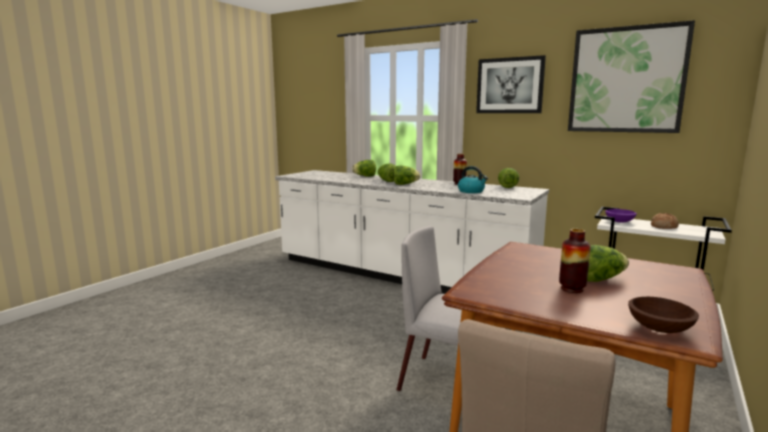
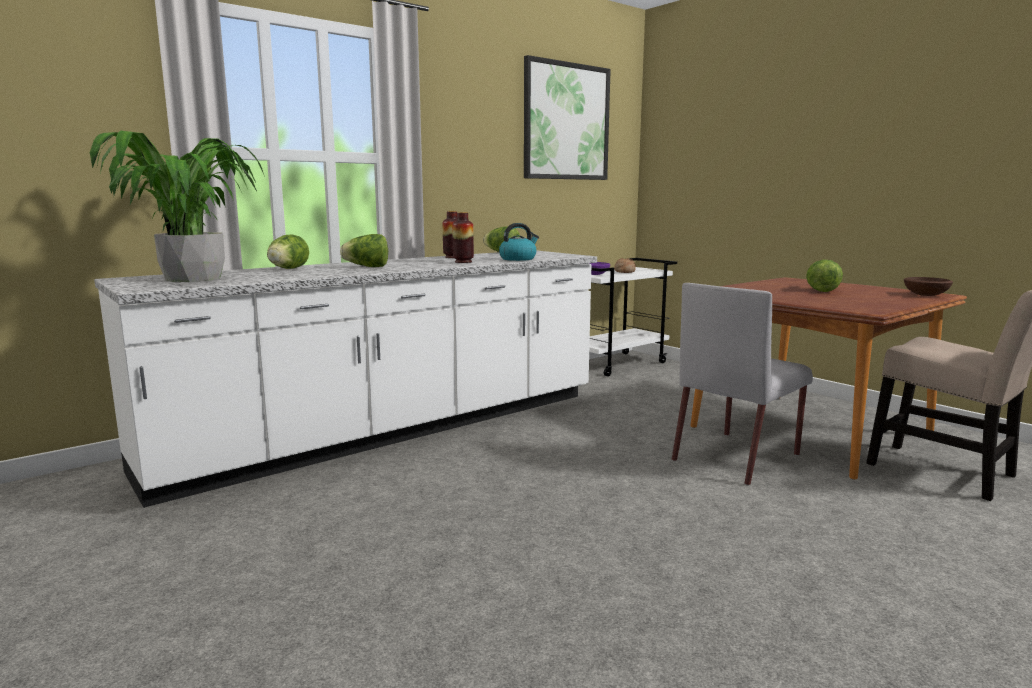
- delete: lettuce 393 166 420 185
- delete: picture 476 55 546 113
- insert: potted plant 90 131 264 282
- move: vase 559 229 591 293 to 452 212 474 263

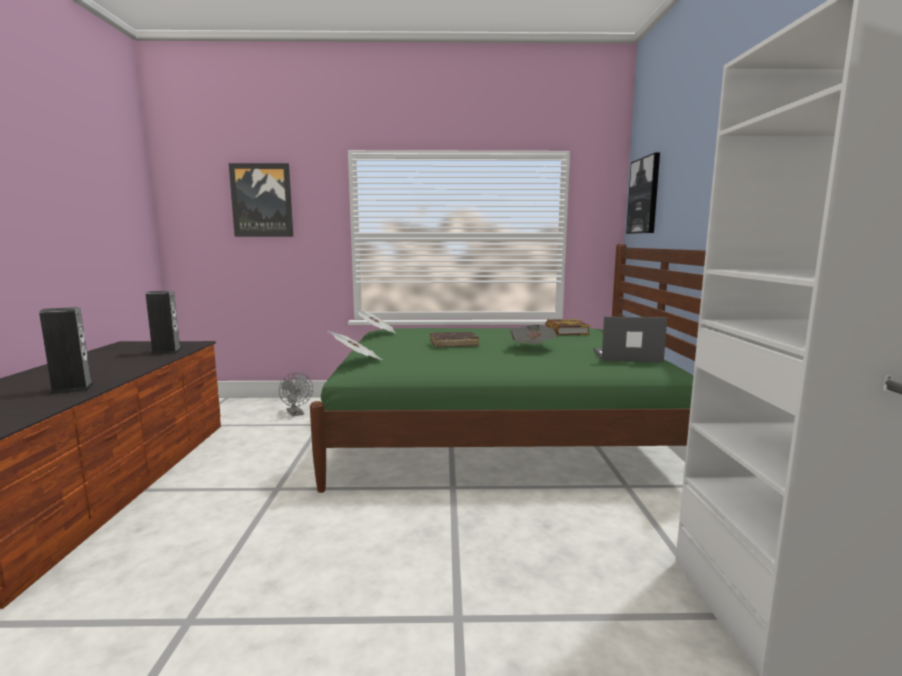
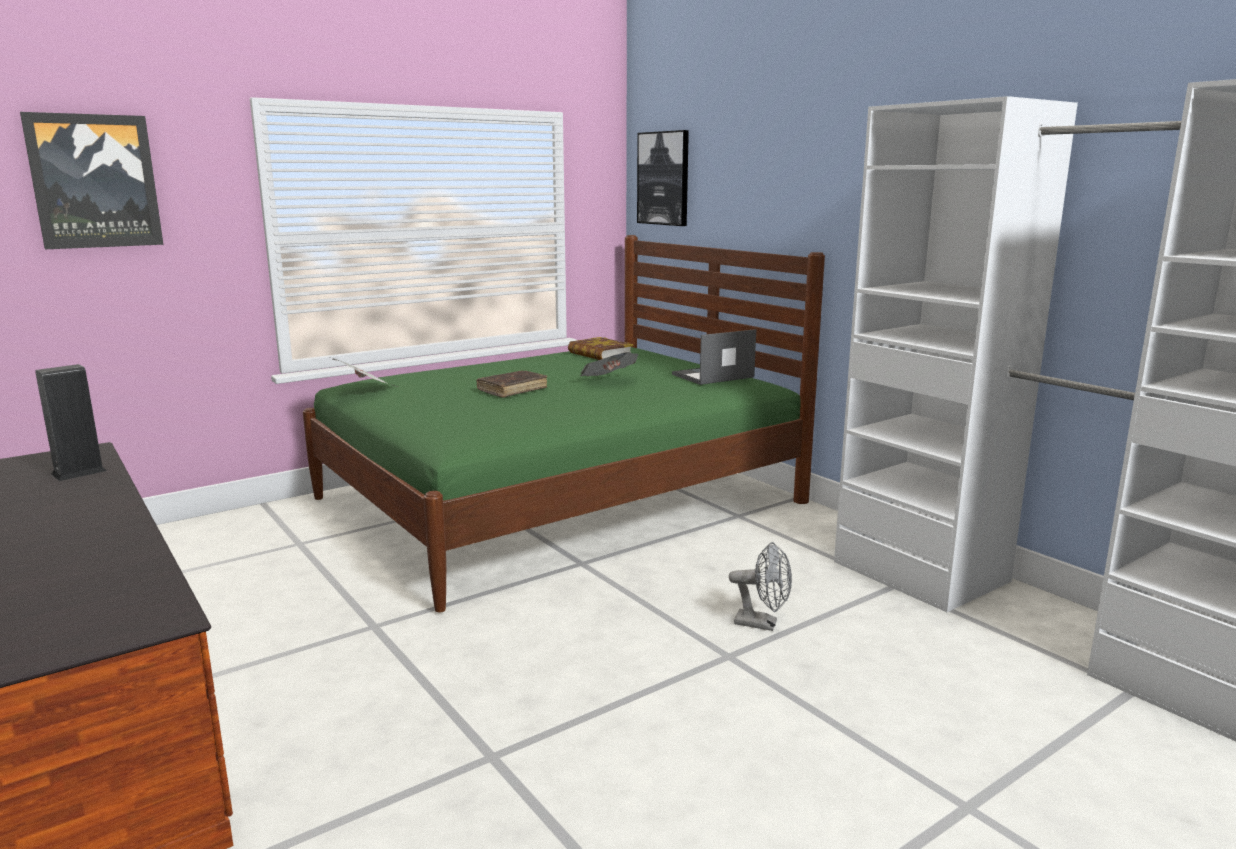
- delete: speaker 39 307 94 394
- delete: newspaper 327 331 383 360
- move: grey fan 279 372 313 416 to 729 542 792 631

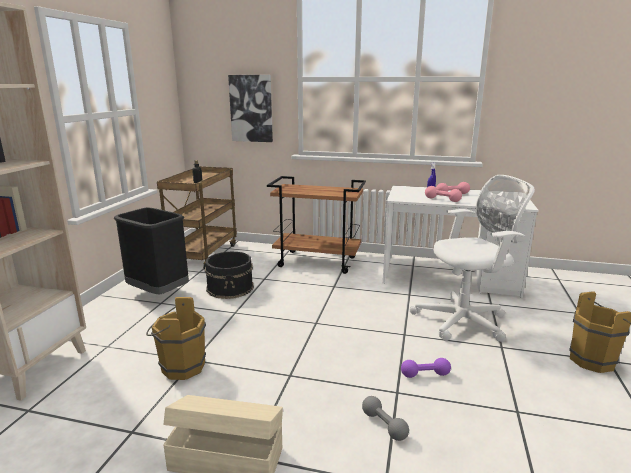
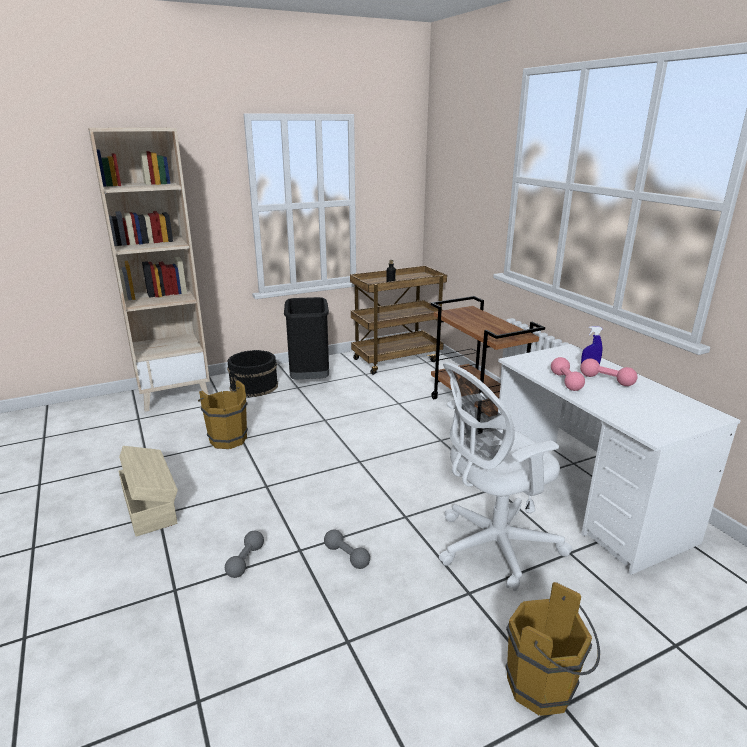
- delete: picture 228 75 273 142
- move: black bucket 205 251 254 299 to 227 350 278 397
- recolor: purple dumbbell 401 358 451 378 to grey dumbbell 324 530 370 569
- rotate: white office chair 410 175 535 342 = 439 362 572 592 120 degrees clockwise

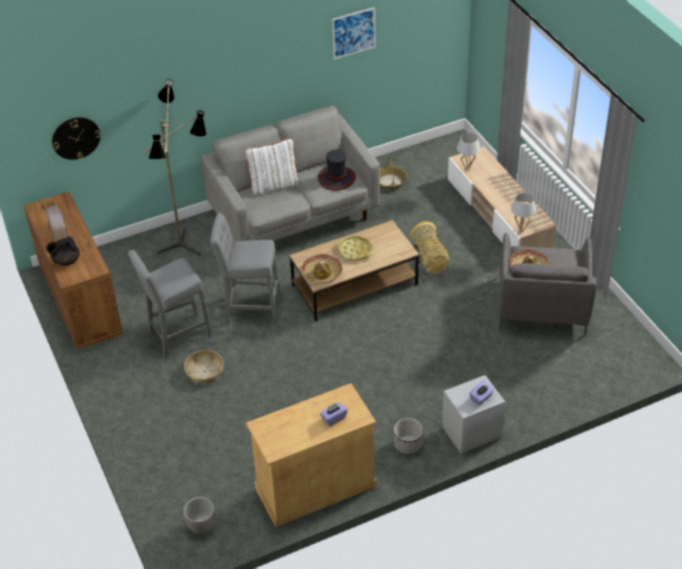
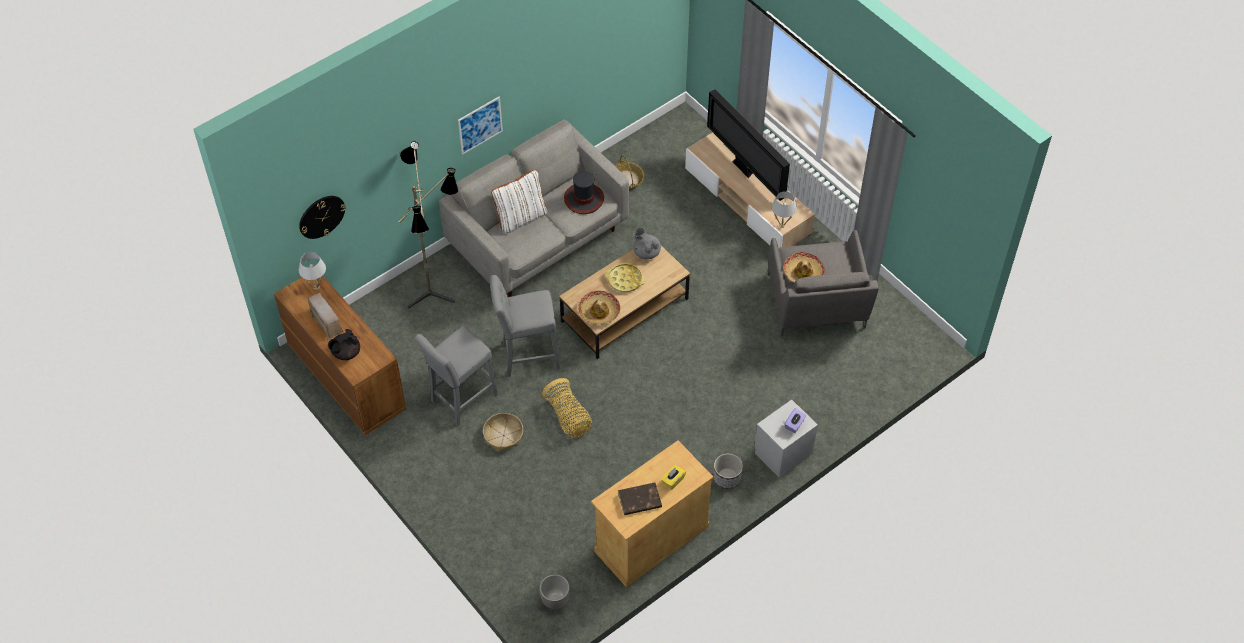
- insert: brown book 618 482 662 515
- insert: grey teapot 633 227 661 259
- insert: television 707 89 790 201
- move: picture 332 7 375 59 to 458 97 503 155
- move: basket 410 222 450 274 to 542 378 592 438
- move: white table lamp 457 133 480 171 to 299 252 326 290
- recolor: purple tissue box 320 402 348 426 to yellow tissue box 661 465 686 490

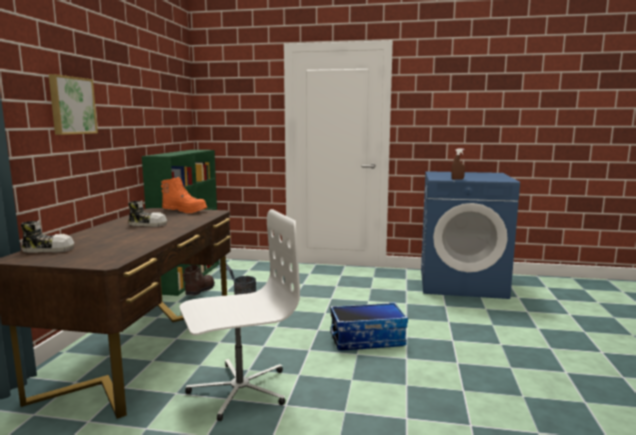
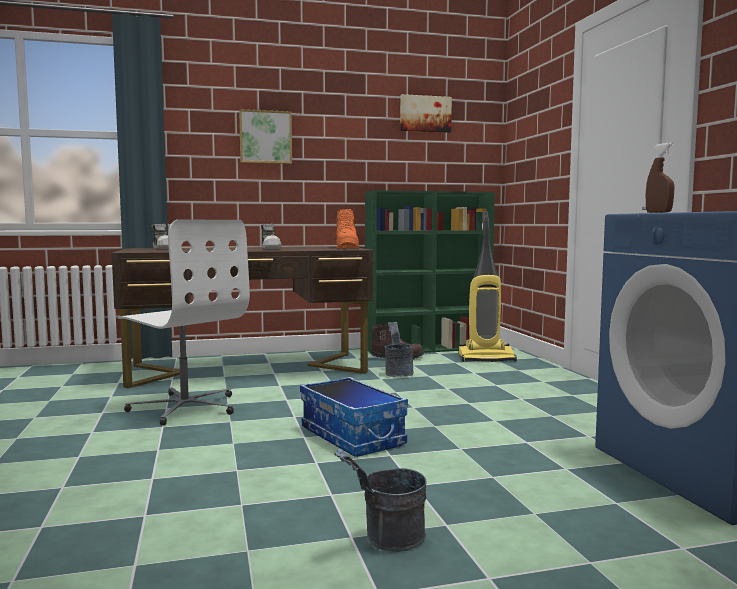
- insert: grey bucket 334 449 427 552
- insert: picture 400 94 452 133
- insert: vacuum cleaner 459 211 517 362

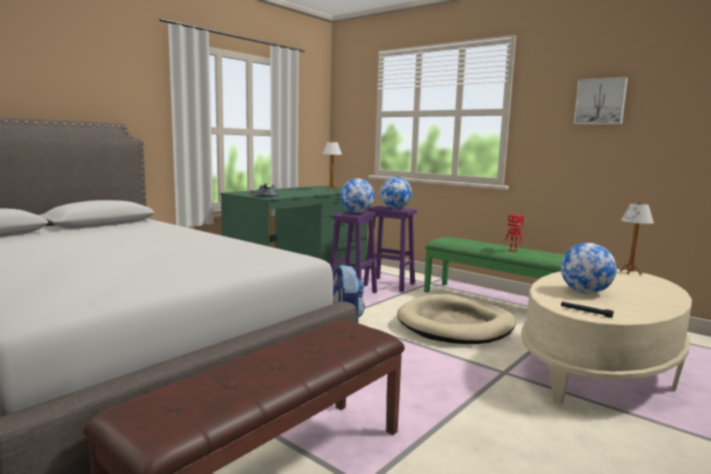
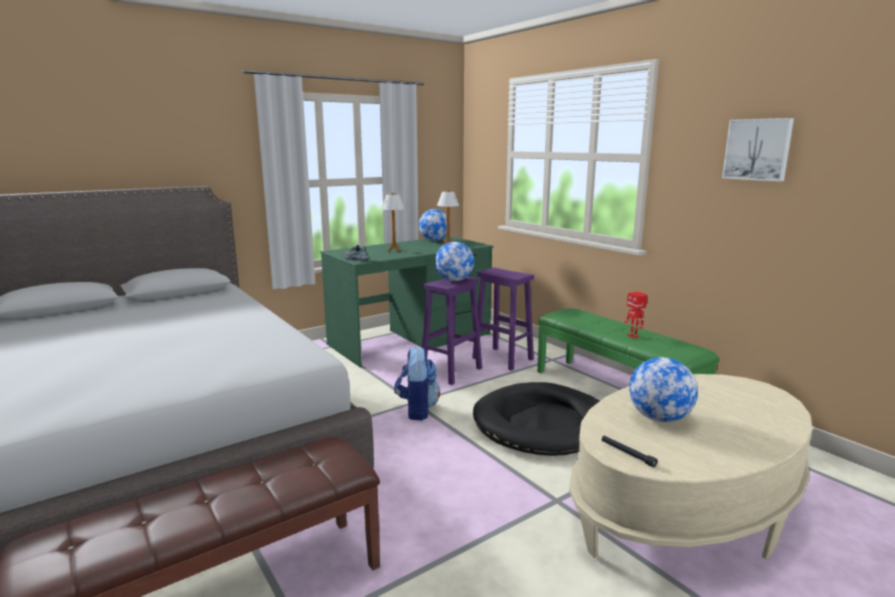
- move: globe 380 177 412 209 to 419 209 447 241
- move: table lamp 620 201 654 275 to 381 192 405 252
- recolor: beige dog bed 397 294 516 344 to black dog bed 473 382 599 456

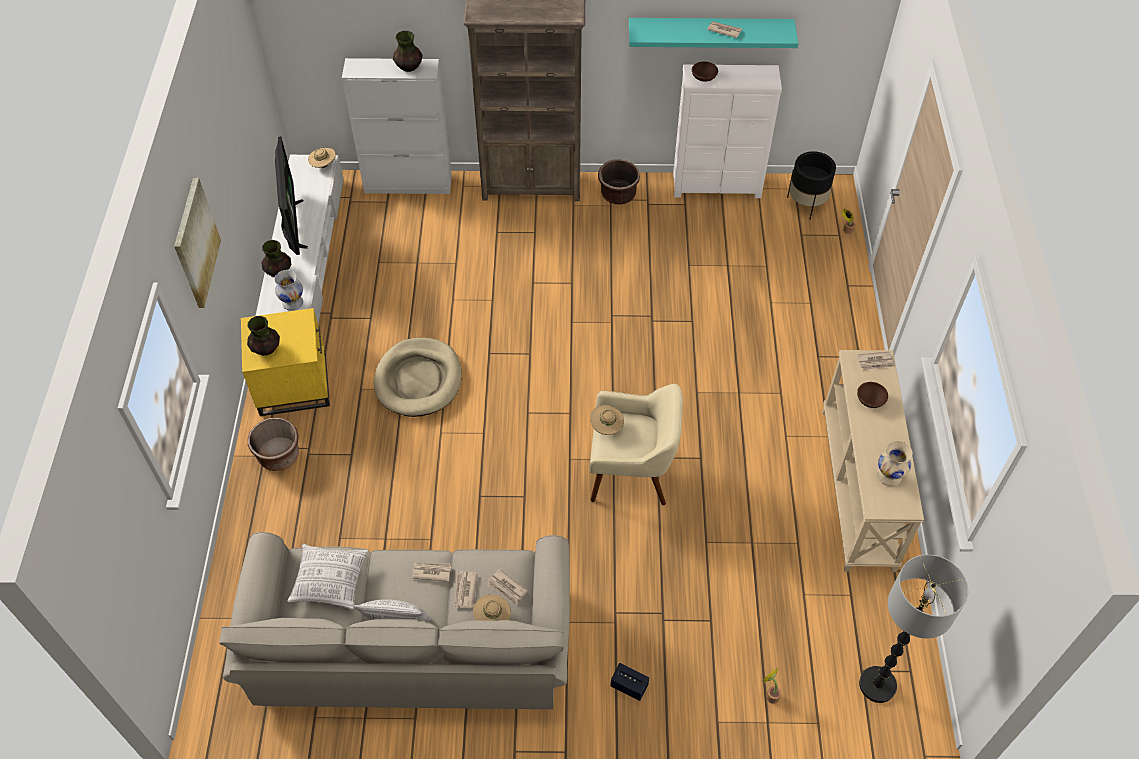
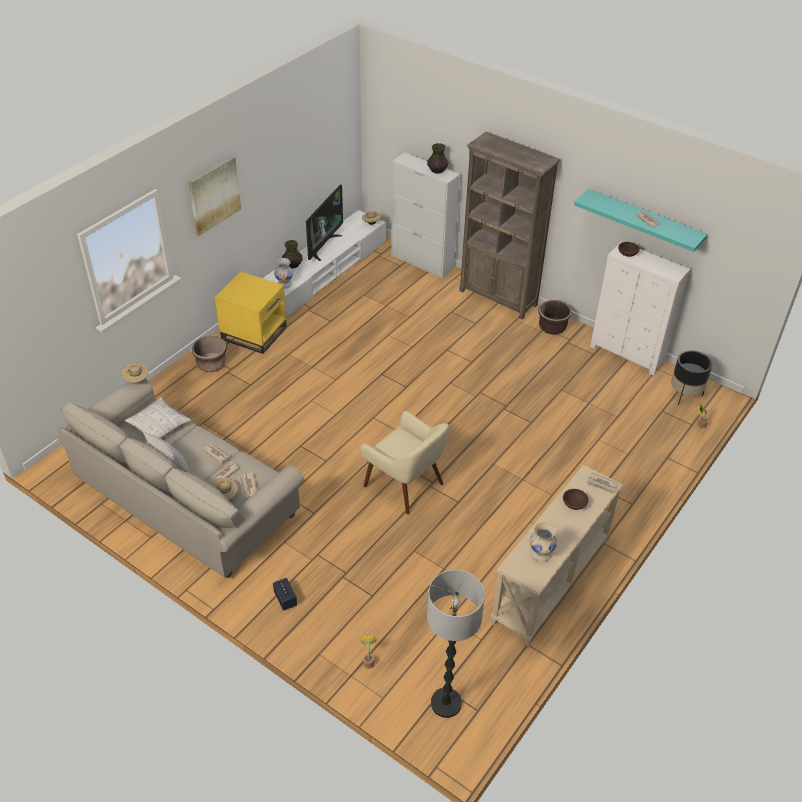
- delete: vase 247 316 280 356
- delete: beige dog bed 374 338 462 417
- move: beige hat 590 405 624 435 to 122 363 148 383

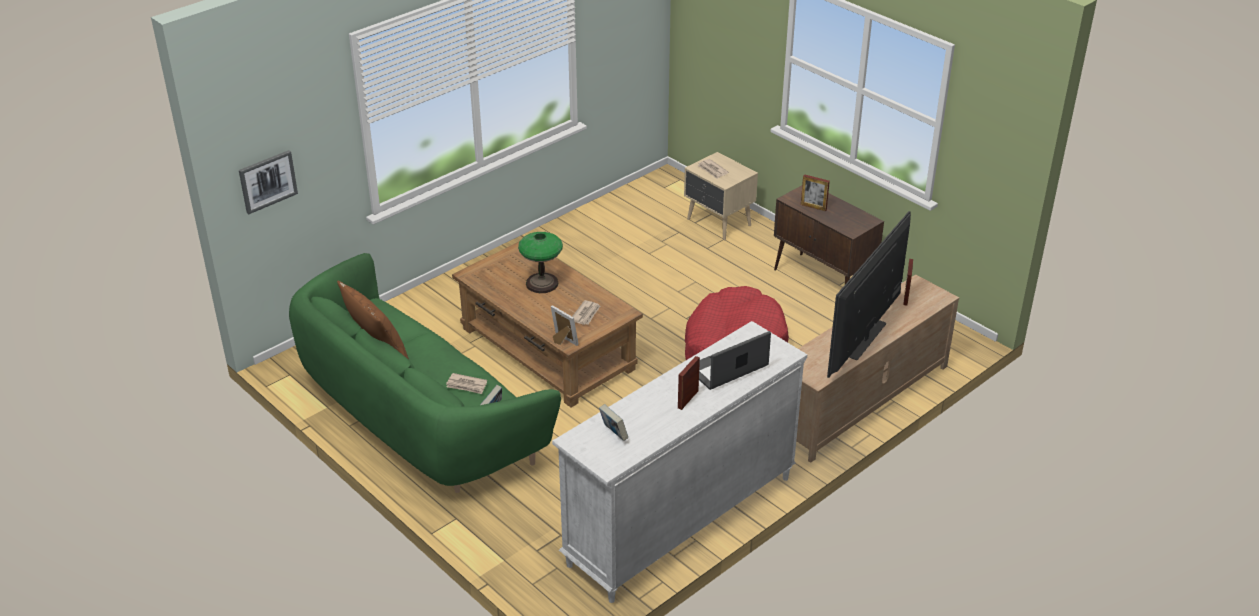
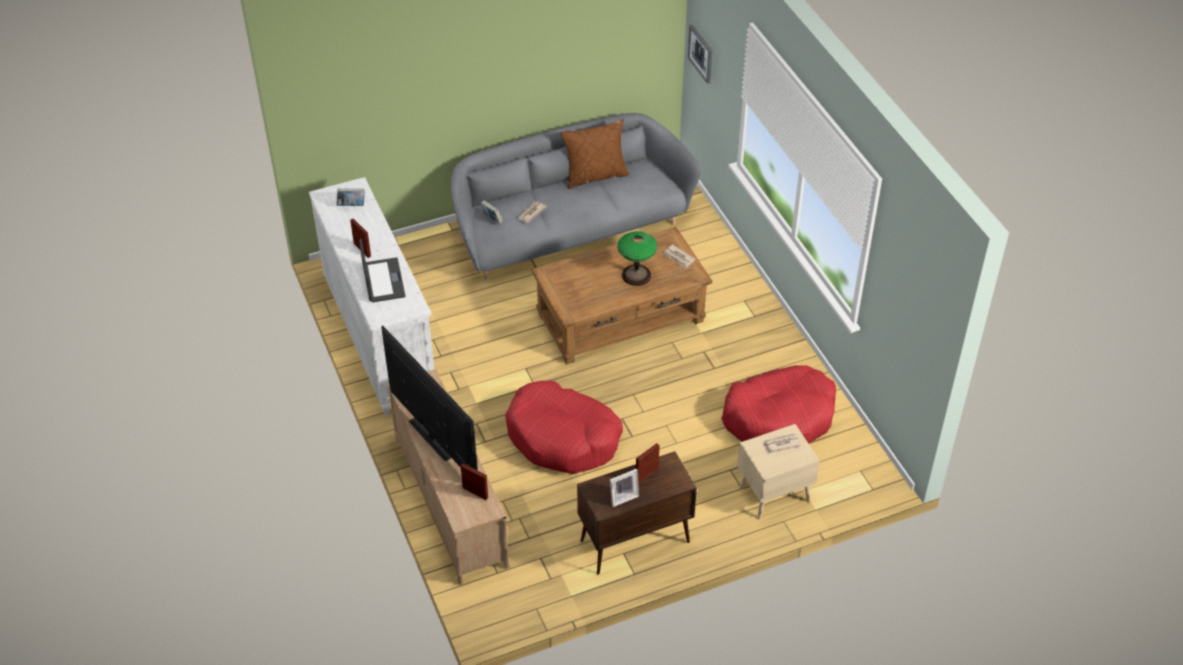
- insert: red dog bed 721 365 836 444
- move: picture frame 551 305 579 346 to 610 469 639 507
- move: newspaper 572 300 600 325 to 663 244 695 269
- recolor: green sofa 289 253 561 493 to grey sofa 451 113 701 279

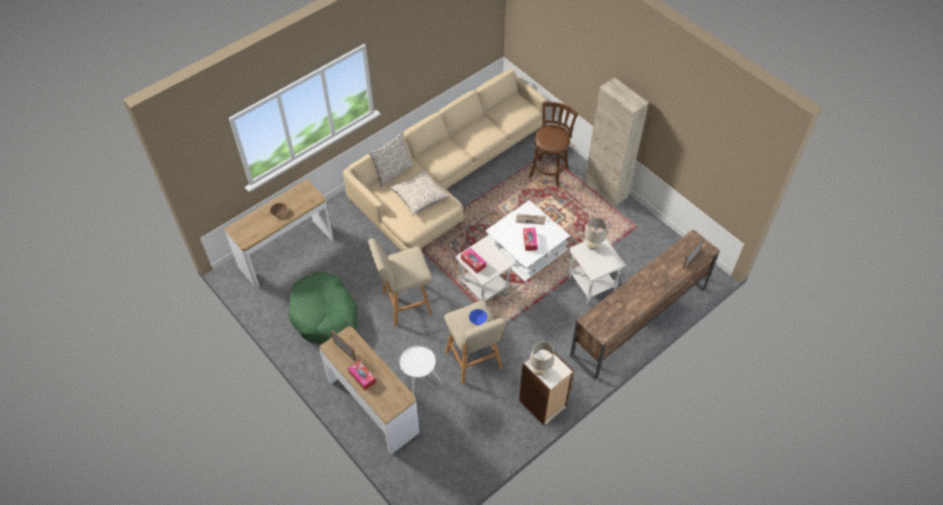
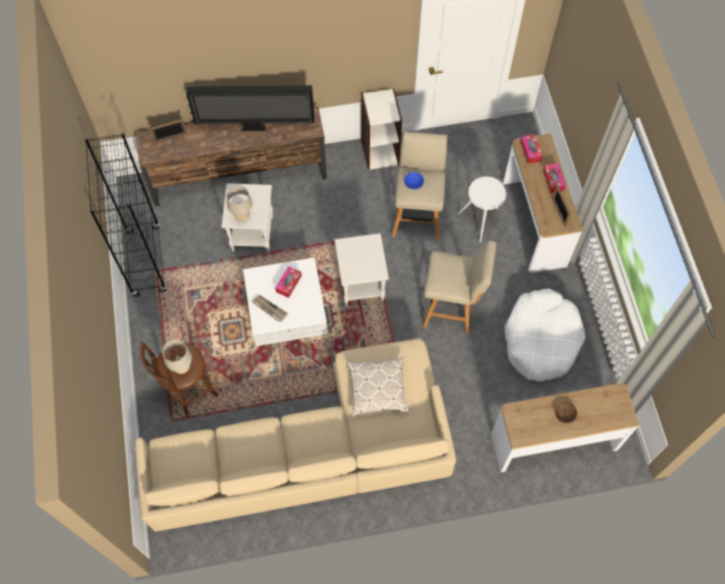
- delete: pillow 368 131 414 188
- delete: beige cabinet 585 77 649 207
- insert: black bookcase 85 133 167 297
- insert: television 186 85 314 131
- move: tissue box 461 248 486 273 to 520 134 543 164
- move: beige table lamp 530 342 554 376 to 162 340 192 374
- recolor: green dog bed 289 272 358 345 to white dog bed 505 289 586 381

